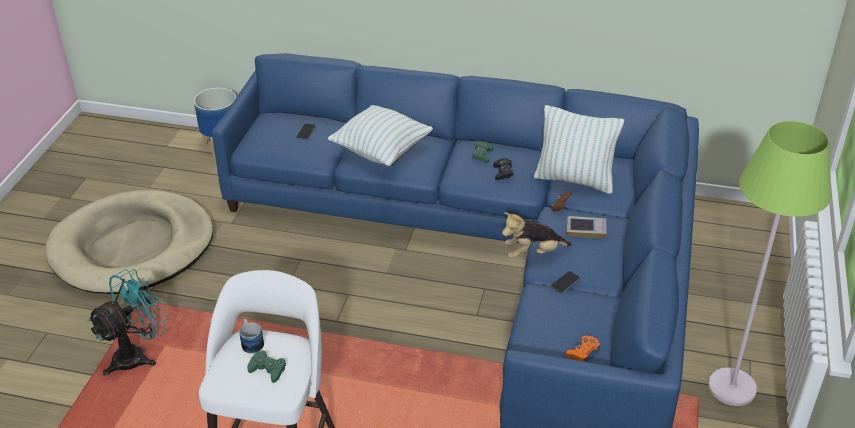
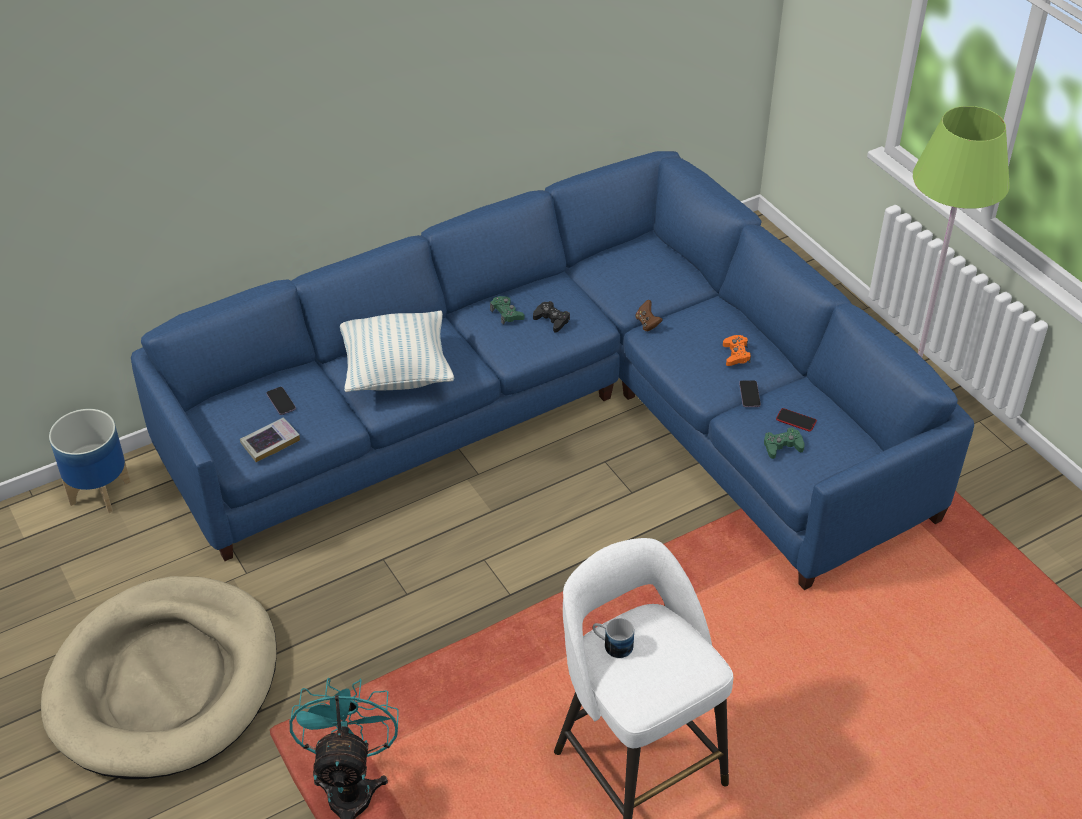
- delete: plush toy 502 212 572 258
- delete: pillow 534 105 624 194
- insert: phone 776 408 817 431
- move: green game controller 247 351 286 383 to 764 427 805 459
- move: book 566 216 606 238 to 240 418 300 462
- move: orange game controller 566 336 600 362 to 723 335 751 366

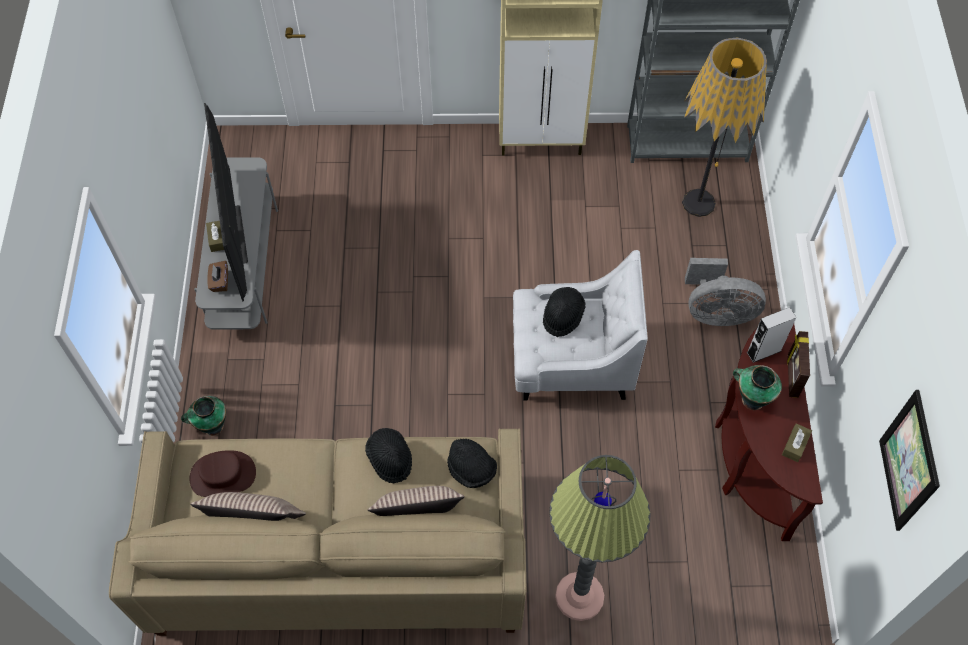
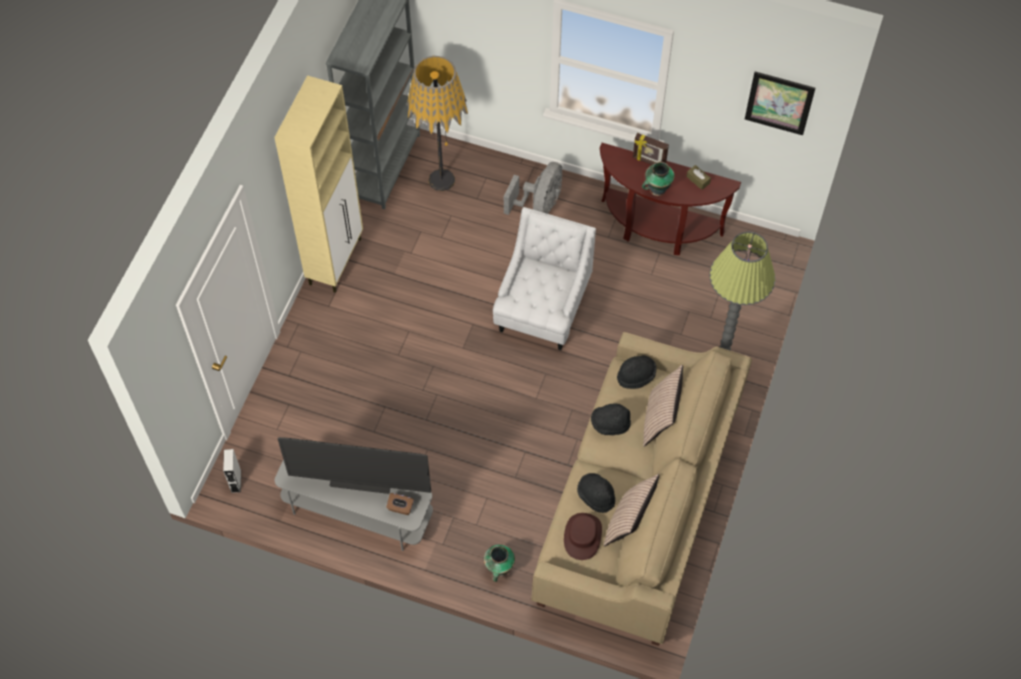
- delete: brown tissue box 206 221 224 252
- move: black hat 543 287 586 337 to 577 473 615 513
- move: grey speaker 747 307 797 363 to 223 449 241 493

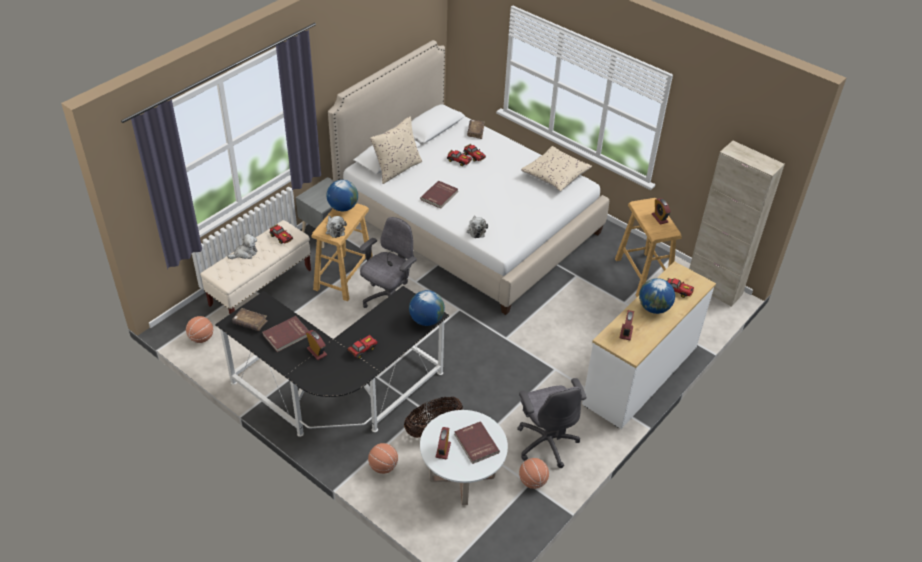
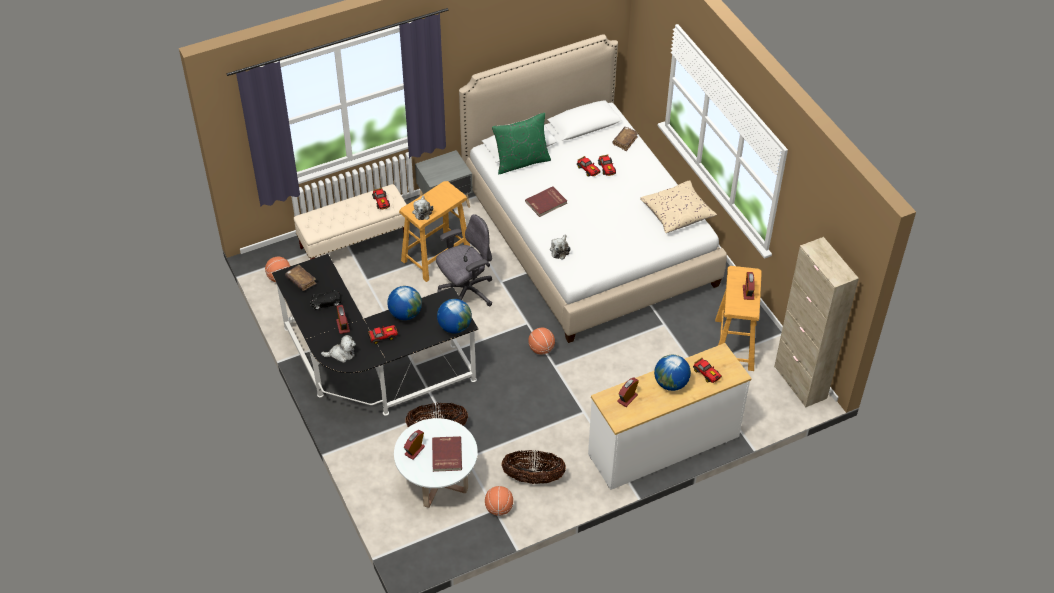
- move: plush toy 227 233 257 259 to 321 335 356 363
- move: globe 326 180 358 211 to 387 286 422 320
- move: basketball 368 443 398 474 to 528 328 555 355
- replace: red book 262 316 309 352 to black toy car 310 290 342 310
- replace: grey office chair 517 378 586 468 to basket 501 450 566 484
- recolor: beige pillow 370 117 422 184 to green pillow 492 113 551 175

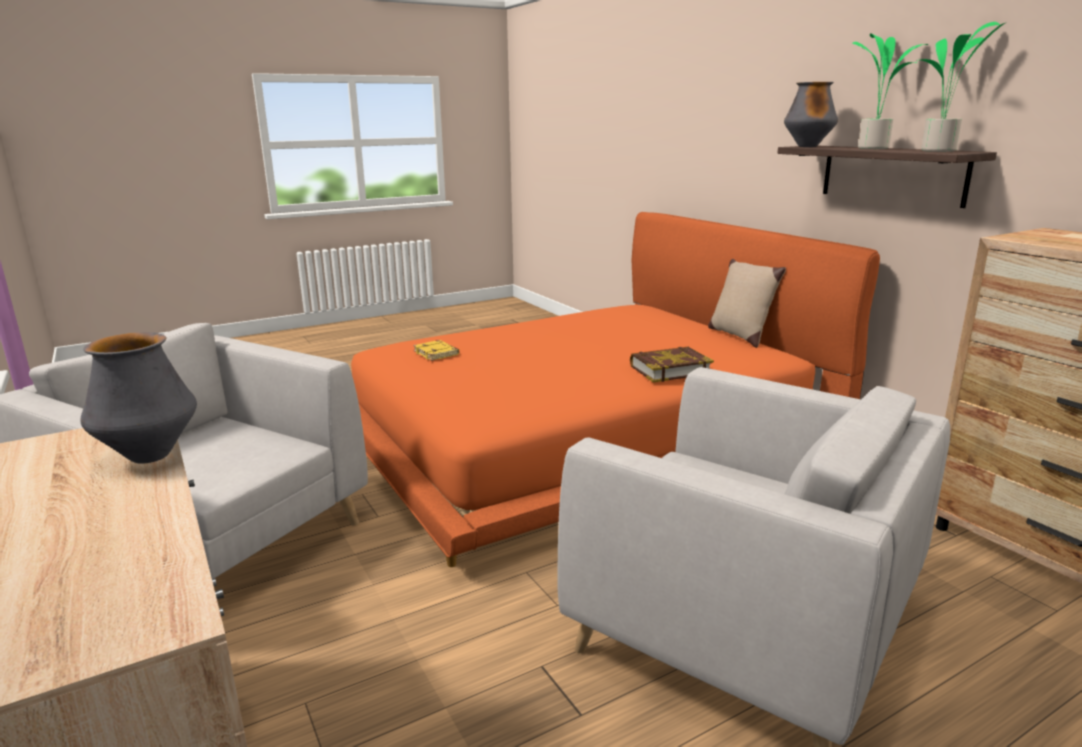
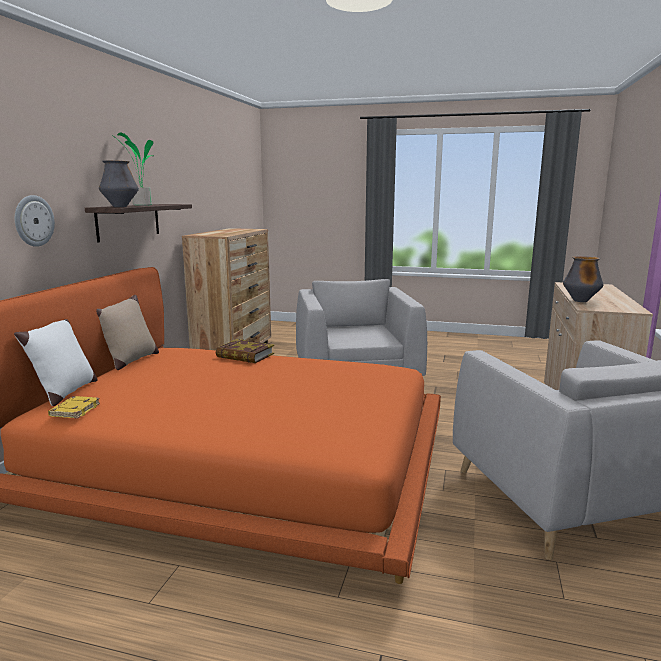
- delete: potted plant 916 22 1005 152
- insert: white pillow 14 319 98 406
- insert: wall clock 15 195 55 247
- move: yellow book 413 340 459 361 to 48 396 100 419

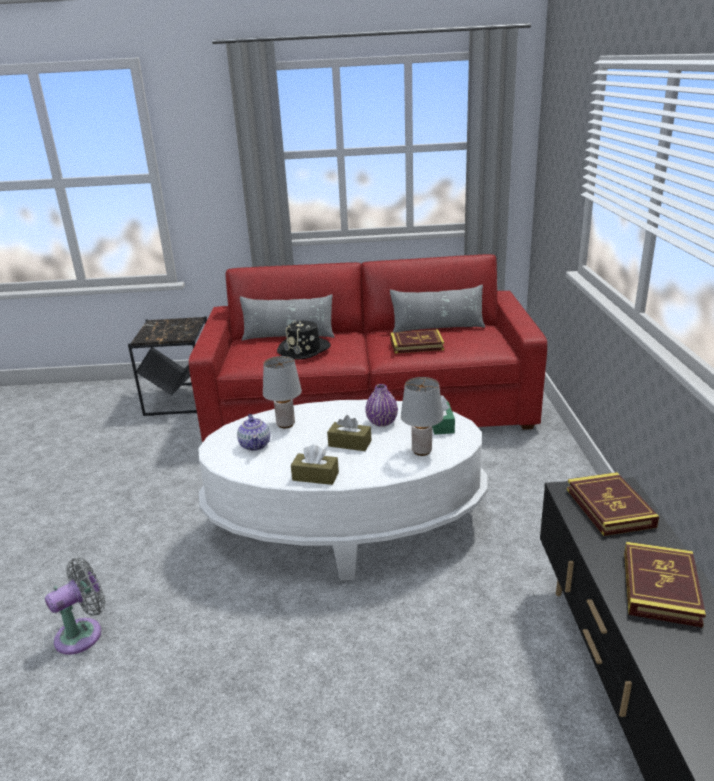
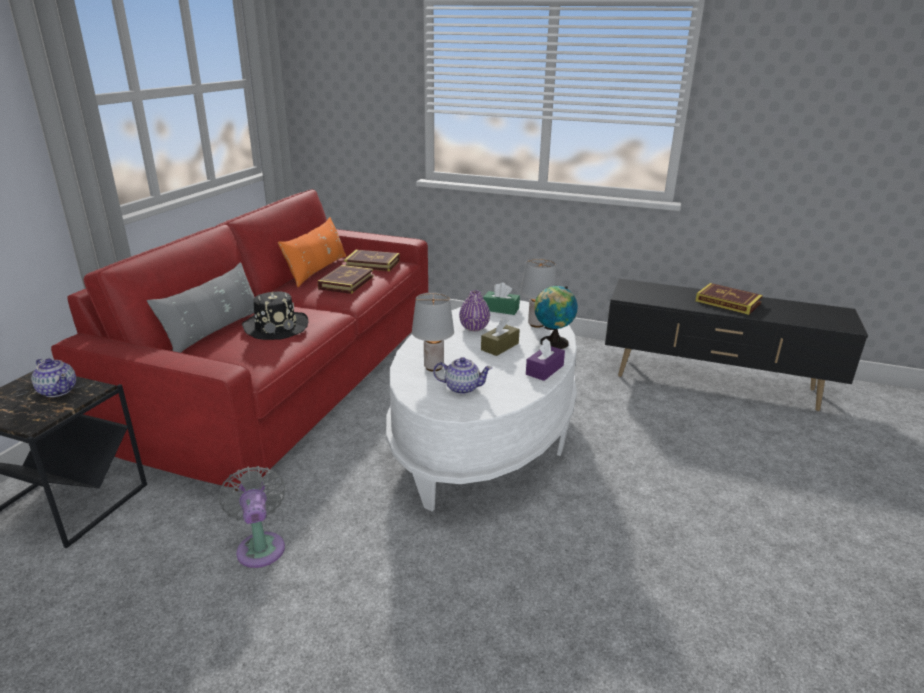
- insert: teapot 31 358 76 397
- insert: globe 534 286 578 349
- move: grey fan 45 558 105 655 to 218 466 285 568
- move: book 567 472 659 536 to 344 250 400 271
- recolor: brown tissue box 291 445 339 485 to purple tissue box 526 339 565 381
- recolor: grey pillow 390 285 485 333 to orange pillow 278 217 346 287

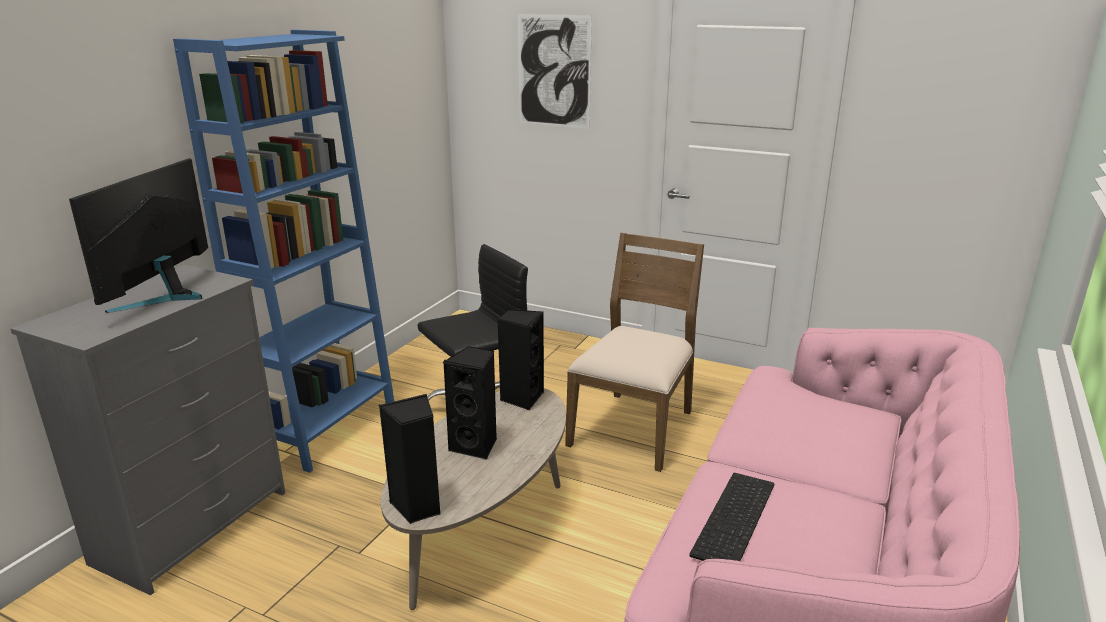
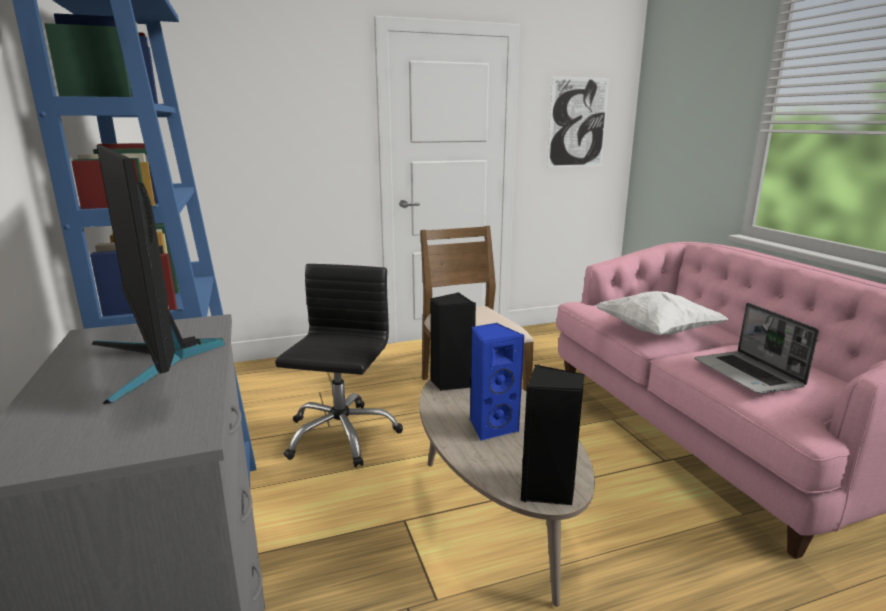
- insert: white pillow 595 291 729 335
- move: picture 518 14 592 129 to 547 76 609 167
- replace: keyboard 689 473 774 561 to laptop 694 303 819 394
- recolor: black speaker 442 346 497 460 to blue speaker 470 323 525 441

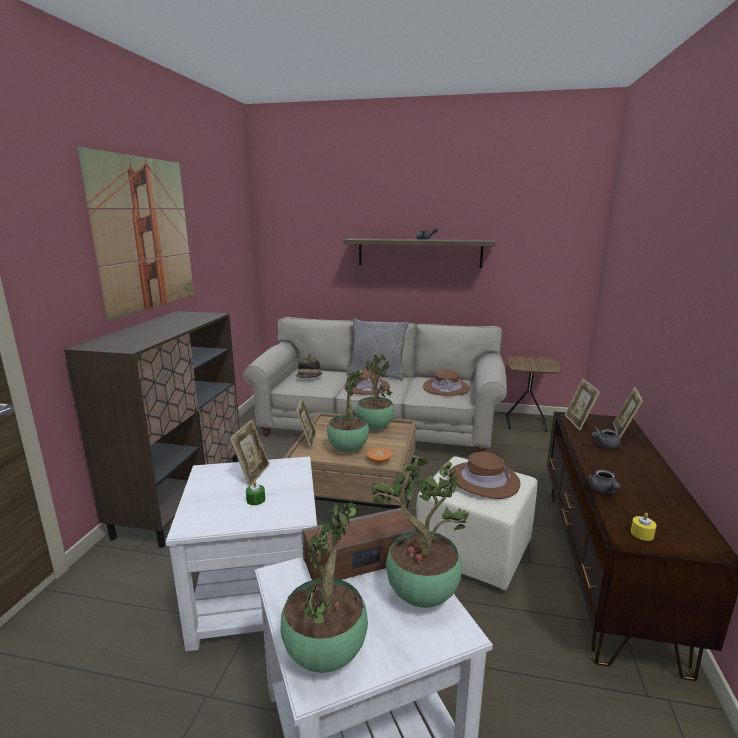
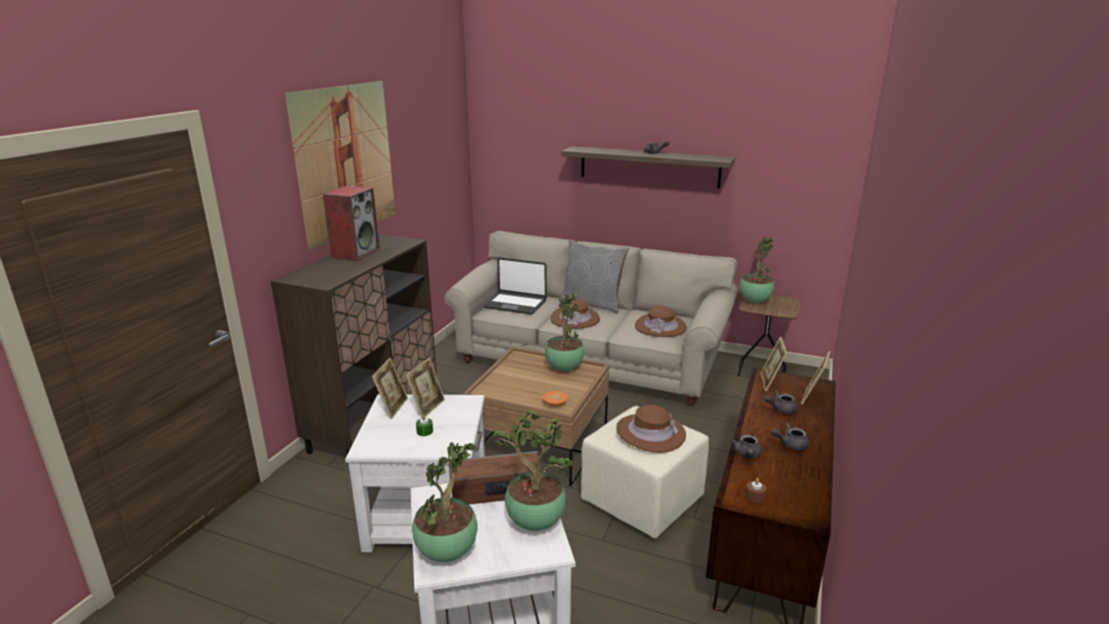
- insert: speaker 323 186 380 261
- insert: grey teapot 771 423 809 451
- move: picture frame 296 398 316 449 to 372 358 408 419
- move: potted plant 327 370 369 452 to 739 237 774 303
- replace: hat 296 354 322 378 to laptop 483 257 547 314
- recolor: yellow candle 631 513 656 541 to brown candle 745 478 766 503

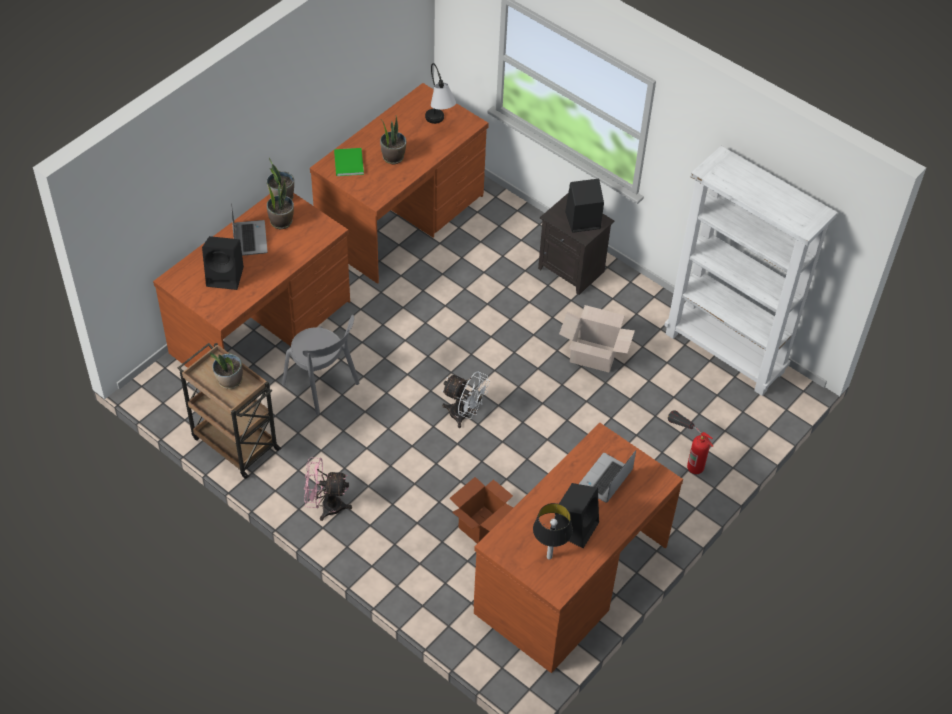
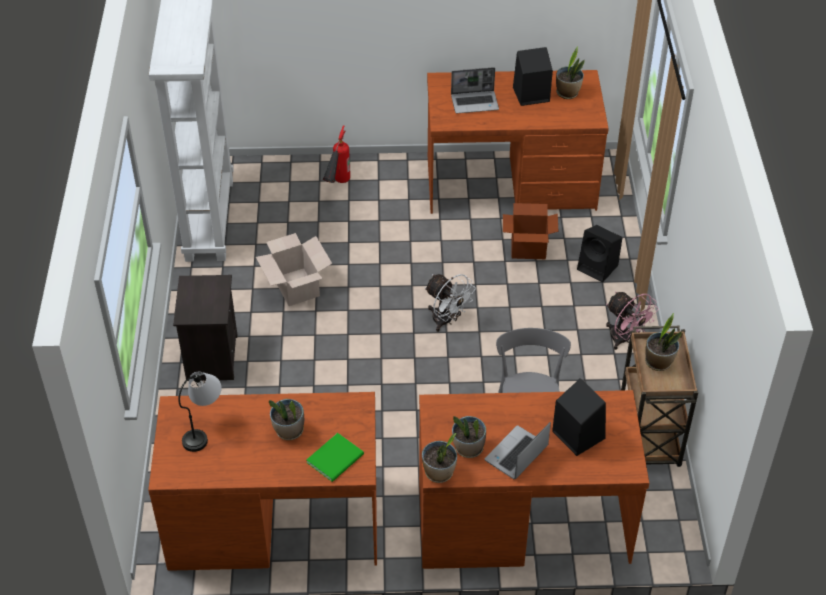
- move: black speaker 565 179 604 233 to 577 225 622 282
- replace: table lamp 533 503 573 560 to potted plant 556 46 585 99
- rotate: white fan 442 371 490 428 = 424 274 476 332 150 degrees clockwise

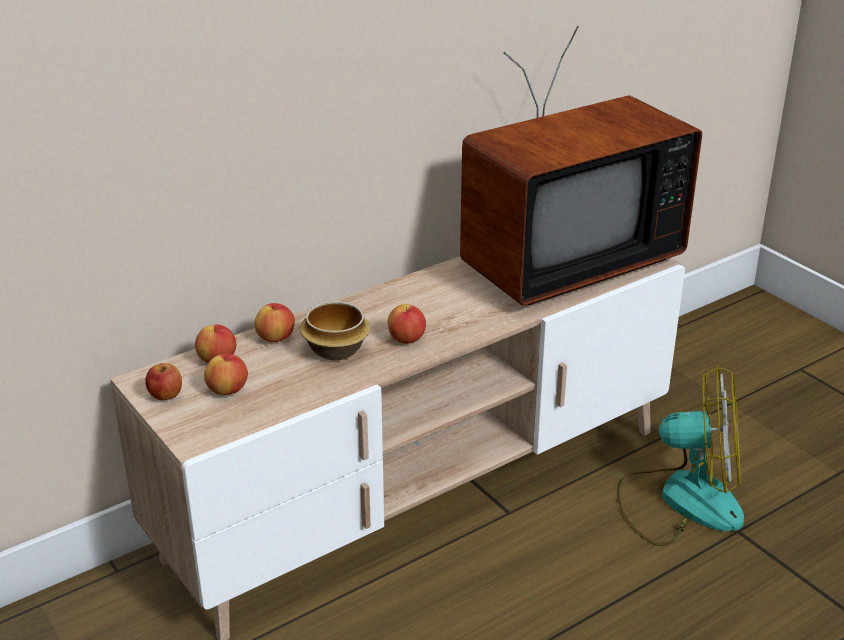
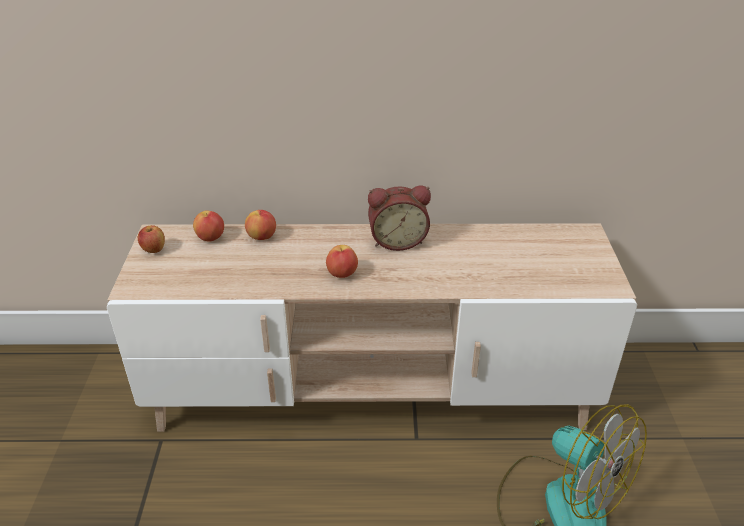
- delete: apple 204 353 248 395
- delete: bowl 300 301 370 360
- delete: television 460 26 702 306
- insert: alarm clock 368 186 431 251

